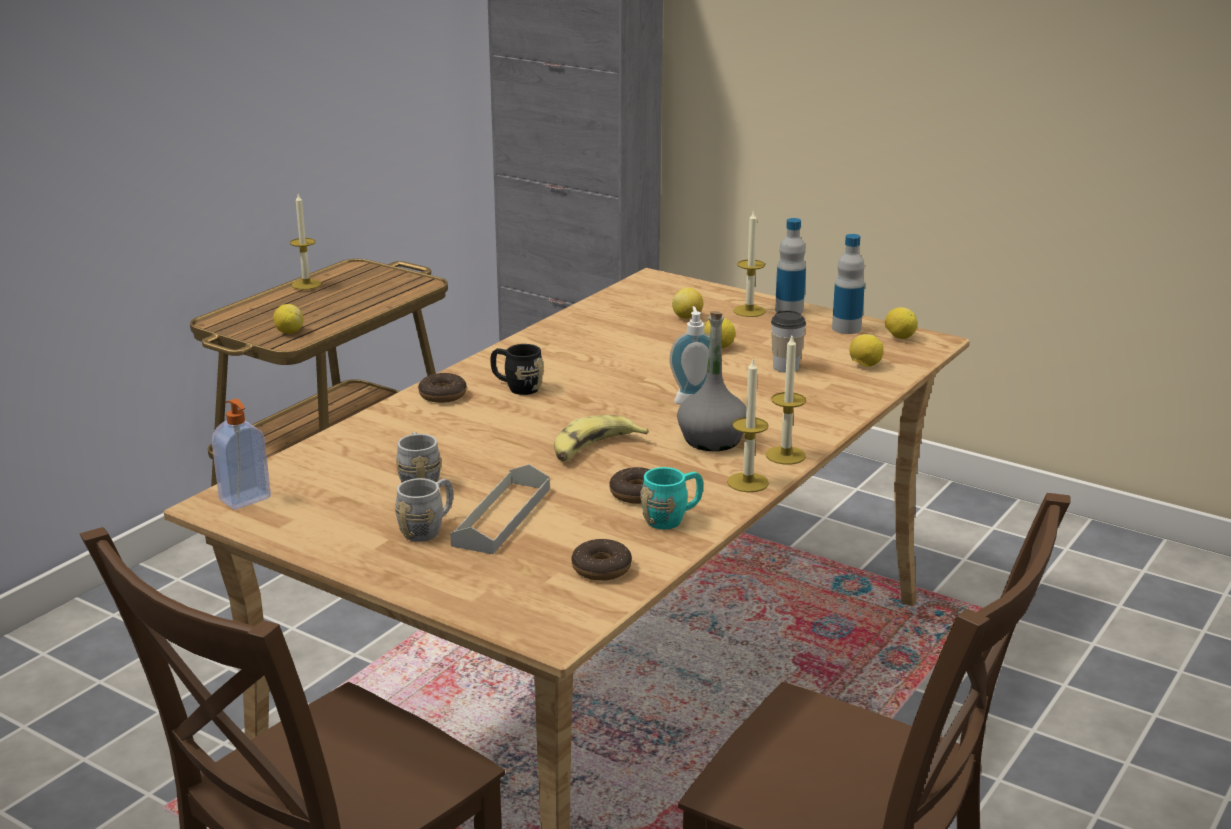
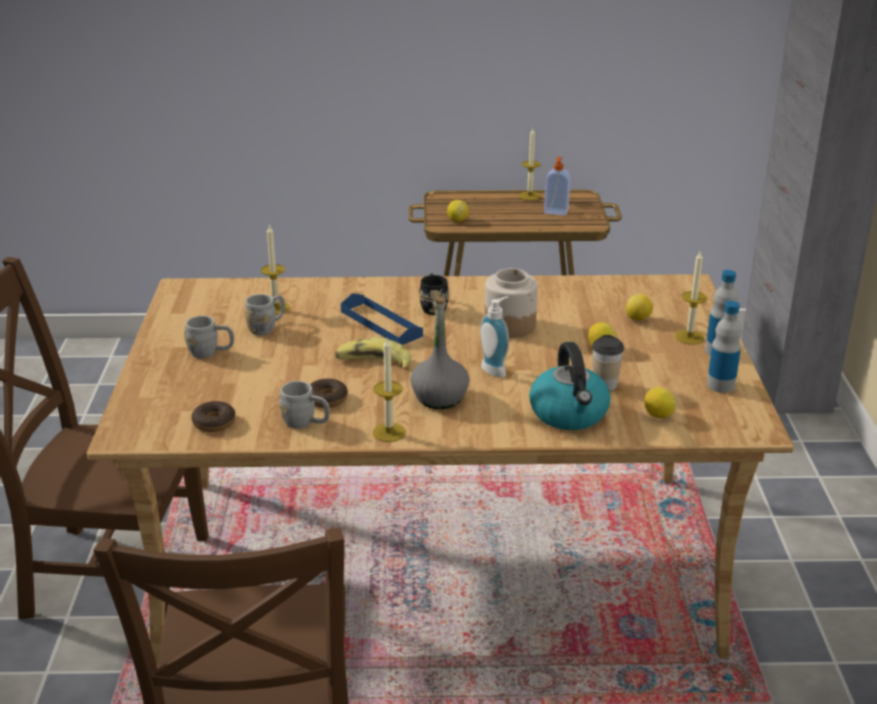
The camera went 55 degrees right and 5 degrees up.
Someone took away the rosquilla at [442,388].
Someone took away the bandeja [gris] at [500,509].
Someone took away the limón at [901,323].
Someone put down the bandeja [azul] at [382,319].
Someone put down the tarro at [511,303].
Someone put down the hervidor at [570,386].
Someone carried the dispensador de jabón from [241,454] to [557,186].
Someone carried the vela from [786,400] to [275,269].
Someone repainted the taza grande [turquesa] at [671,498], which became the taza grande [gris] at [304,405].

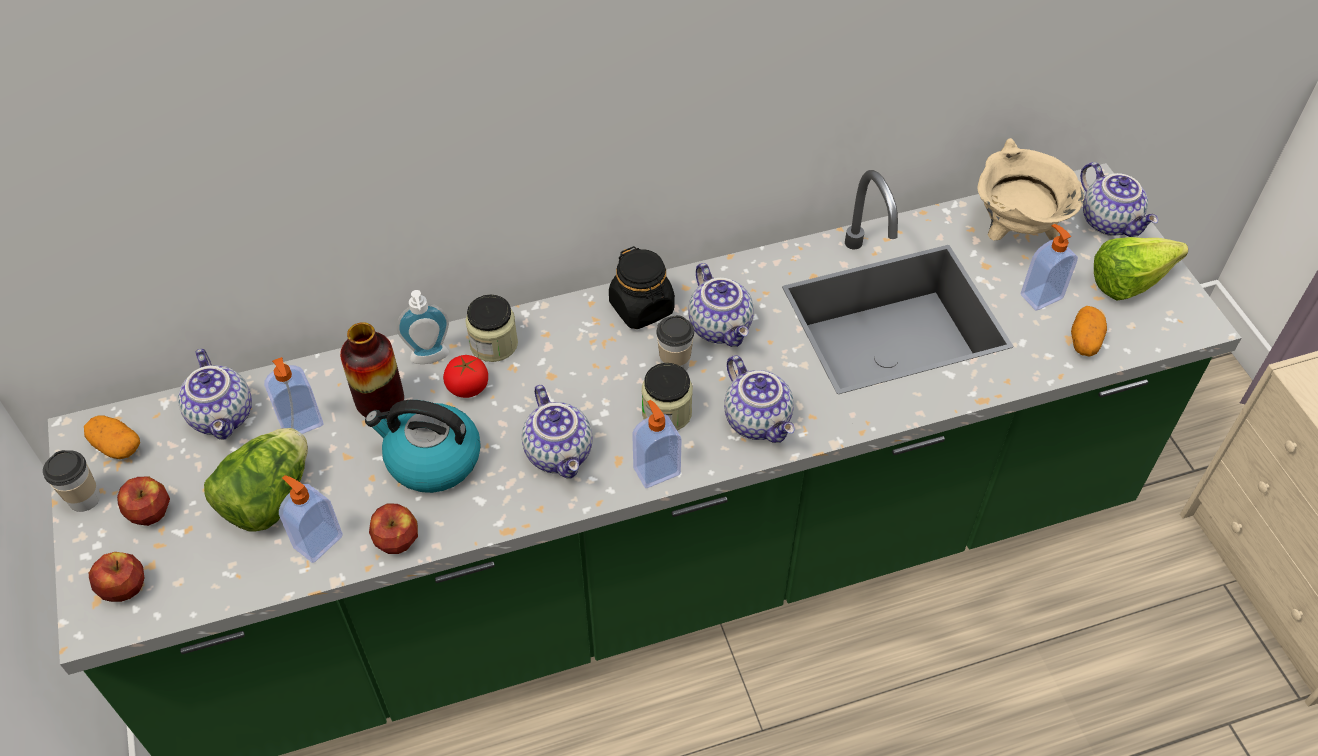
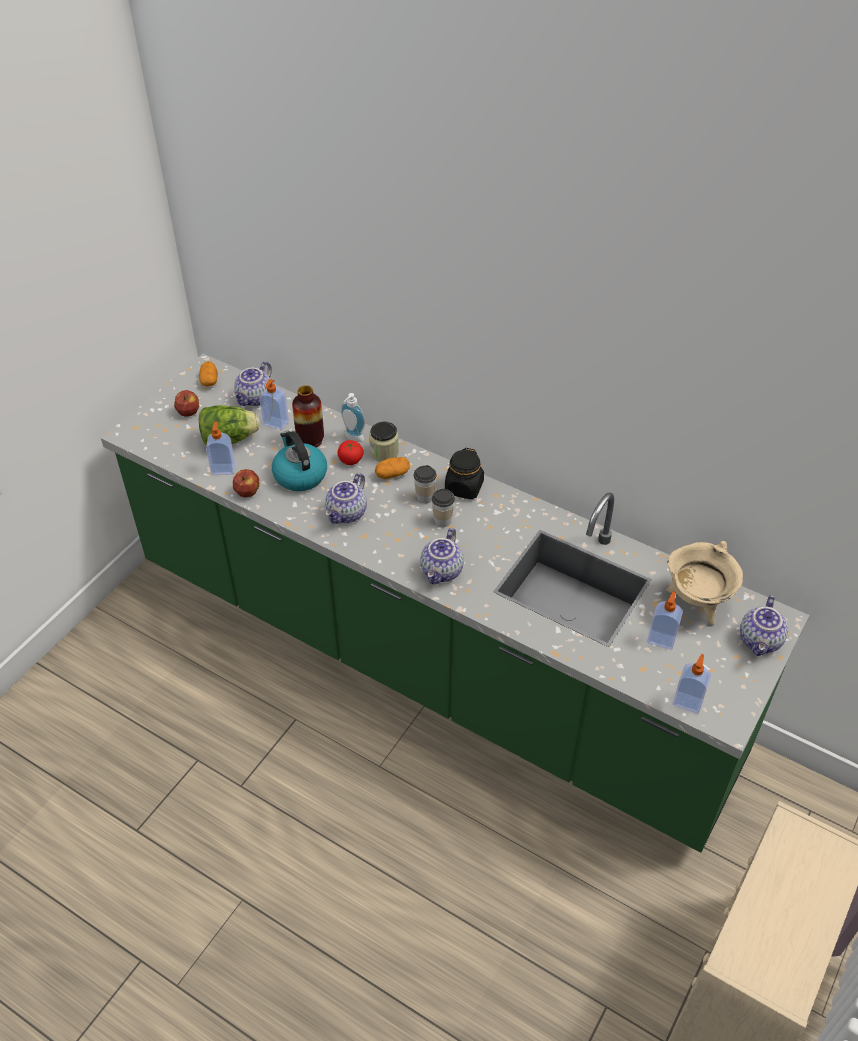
The camera went 50 degrees right and 5 degrees down.
Someone took away the manzana at [117,577].
Someone took away the tarro at [667,397].
Someone took away the tetera at [721,305].
Someone took away the lechuga at [1141,269].
Someone carried the taza from [71,481] to [425,484].
Someone carried the dispensador de jabón from [657,444] to [691,683].
Someone carried the patata from [1089,331] to [392,468].

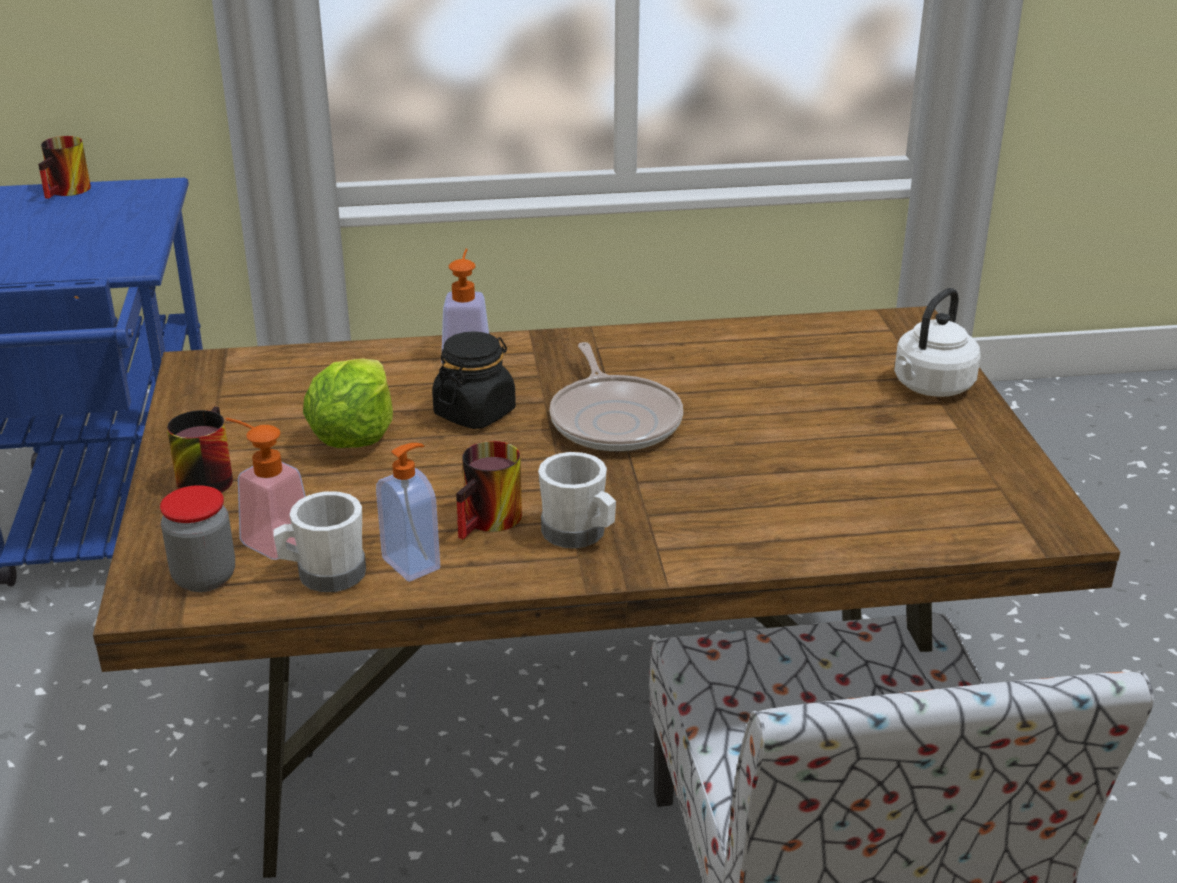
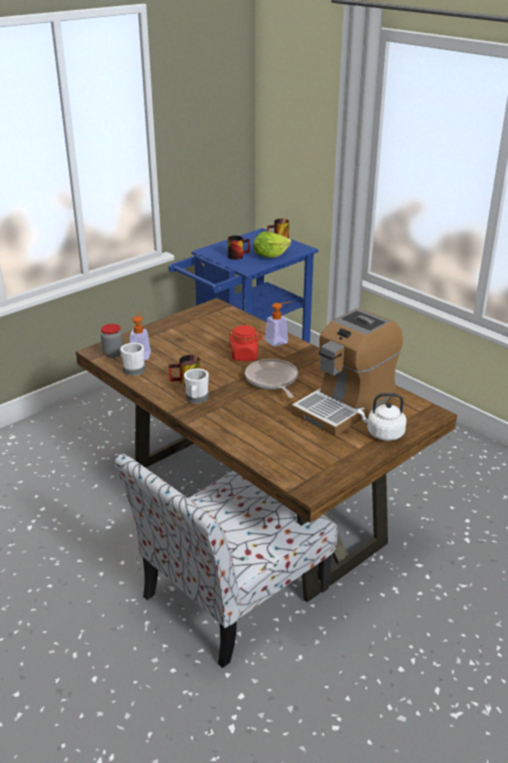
The camera went 55 degrees right and 0 degrees up.
Someone took away the dispensador de jabón at [408,512].
Someone put down the cafetera at [347,372].
Someone carried the taza grande from [200,450] to [238,247].
Someone carried the lechuga from [348,403] to [272,244].
Someone repainted the tarro [negro] at [474,380], which became the tarro [rojo] at [245,343].
Someone rotated the sartén at [616,397] by 120 degrees clockwise.

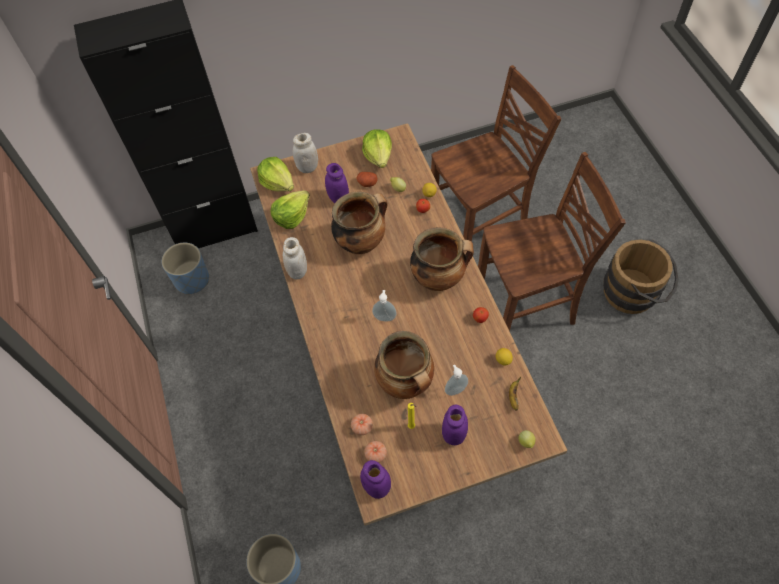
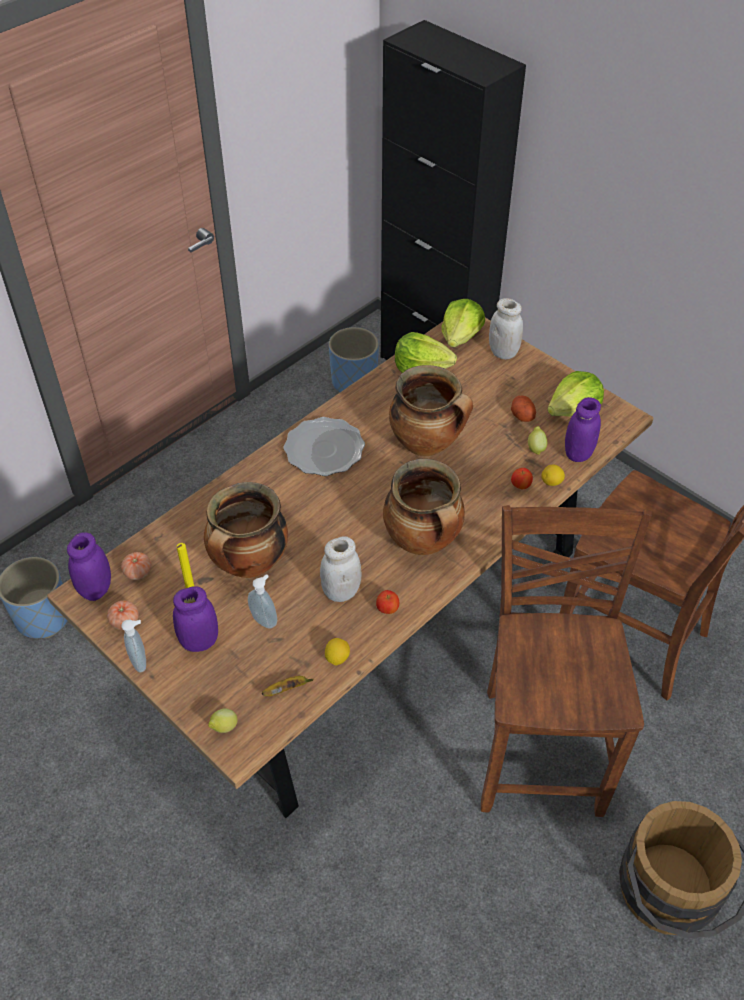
The camera went 60 degrees right and 10 degrees down.
Someone put down the plato at [324,446].
Someone carried the tarro [blanco] from [295,258] to [340,569].
Someone carried the tarro [morado] from [337,183] to [583,429].
Someone carried the tomate from [362,424] to [123,615].
Someone carried the dispensador de jabón from [384,305] to [133,646].
Someone rotated the silla [marrón] at [552,241] by 135 degrees counterclockwise.

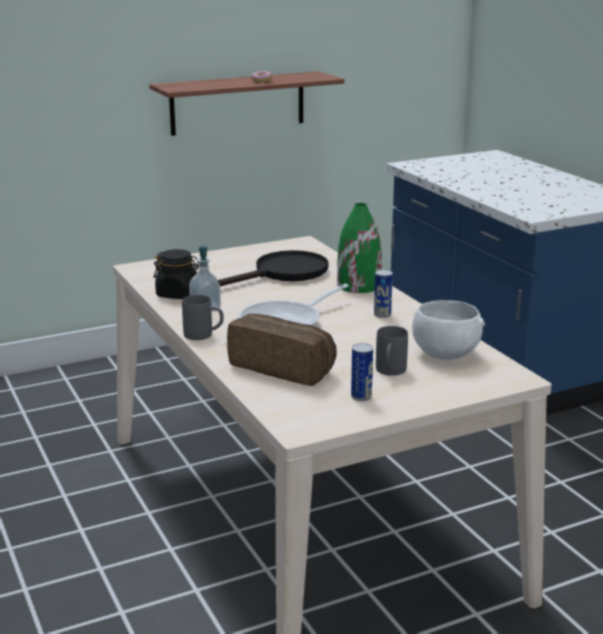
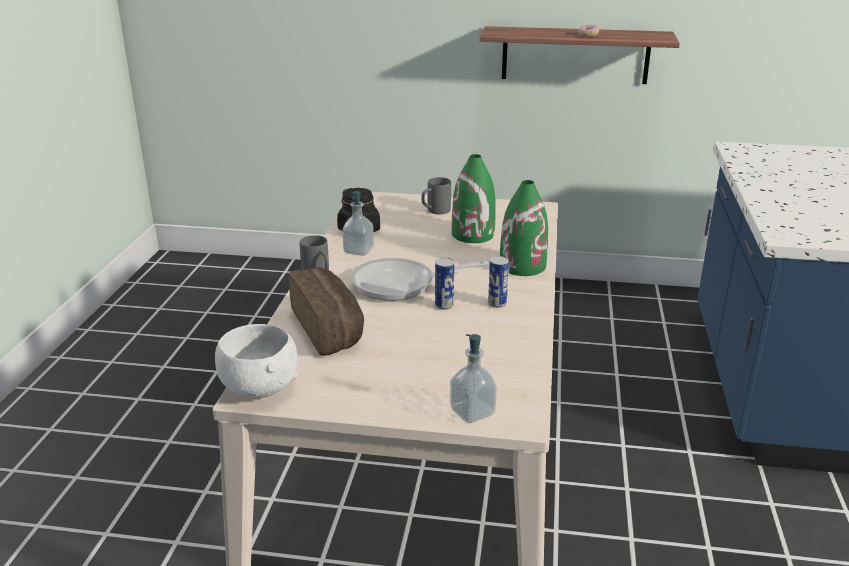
The camera went 35 degrees right and 5 degrees up.
Someone put down the dispensador de jabón at [473,378].
Someone carried the lata from [362,372] to [444,284].
Someone carried the taza grande [gris] from [392,351] to [436,195].
Someone carried the cuenco [blanco] from [448,330] to [256,361].
Someone swapped the sartén [negro] at [273,268] for the florero [verde] at [474,198].

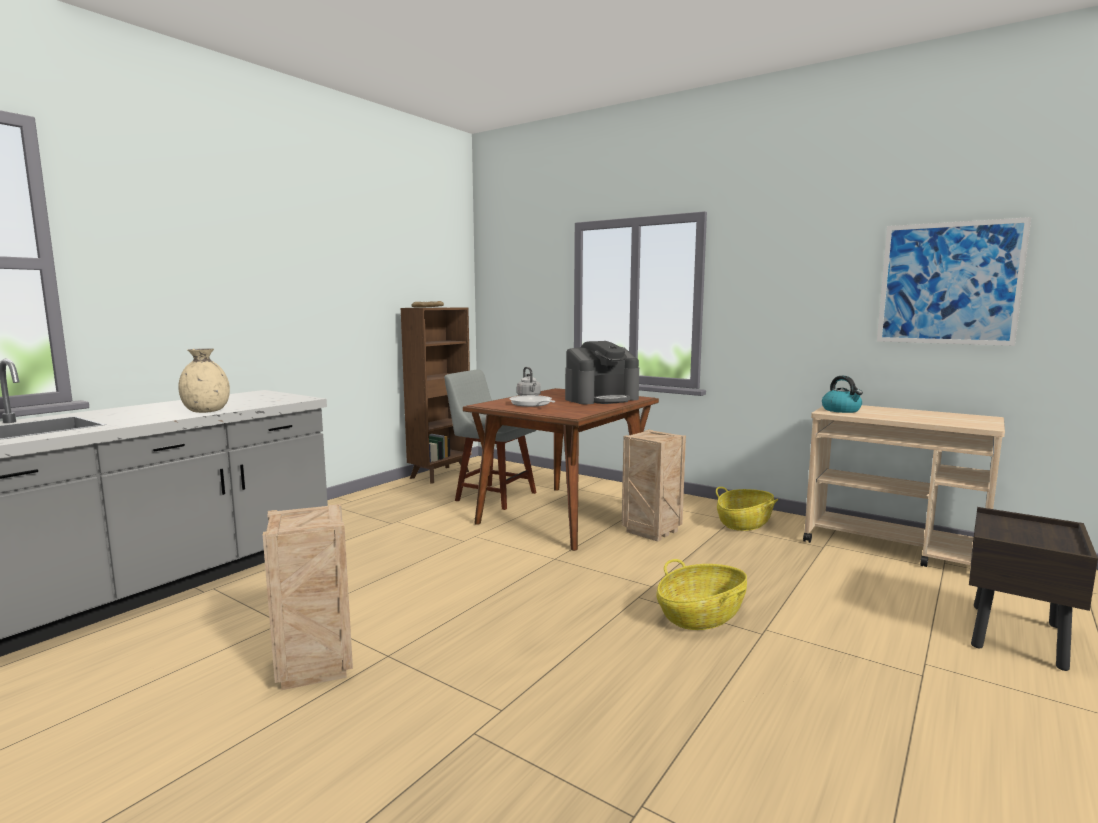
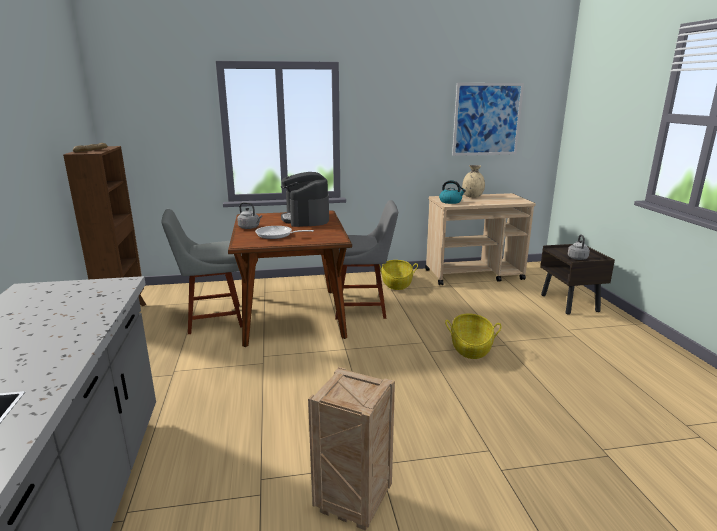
The camera went 45 degrees left and 10 degrees up.
Someone put down the hervidor [gris] at [579,247].
Someone carried the florero [beis] from [204,380] to [473,181].
Someone swapped the caja de embalaje at [654,485] for the silla [gris] at [366,260].
Someone rotated the cafetera at [602,372] by 150 degrees clockwise.

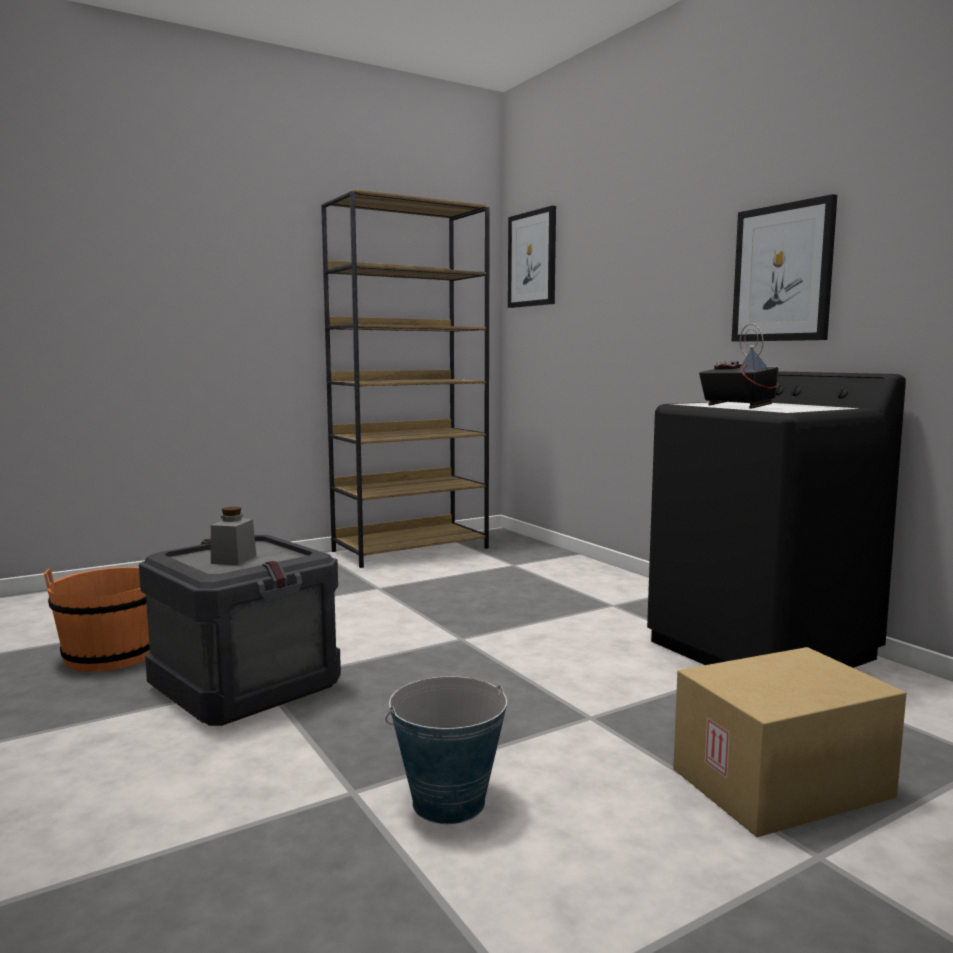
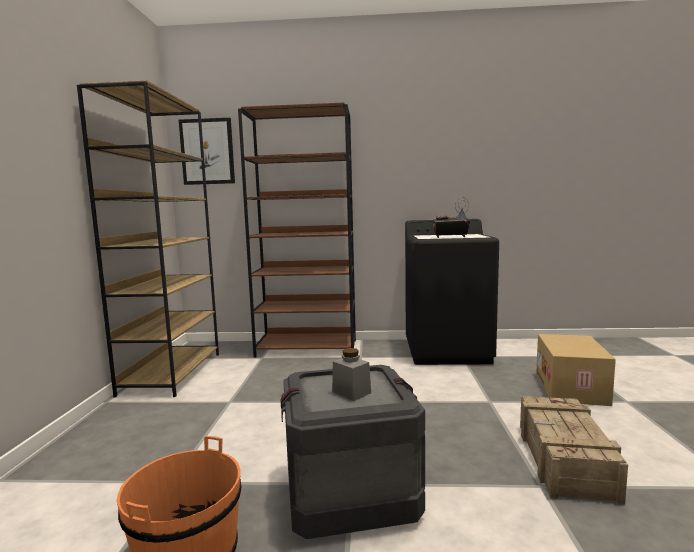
The camera went 55 degrees left and 0 degrees up.
Someone took away the cuadro at [784,268].
Someone put down the estantería [marrón] at [297,229].
Someone swapped the cubo at [446,750] for the caja de embalaje at [574,450].

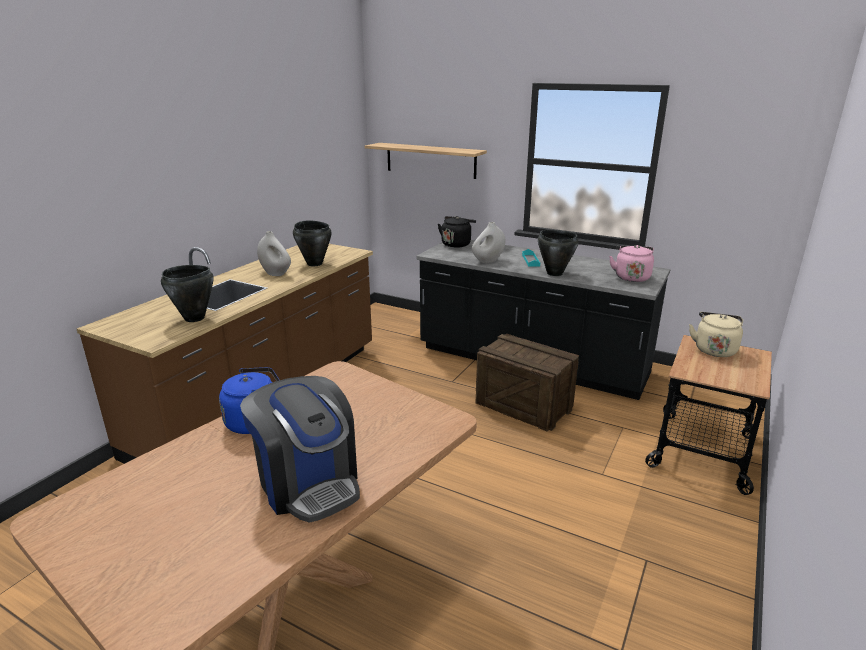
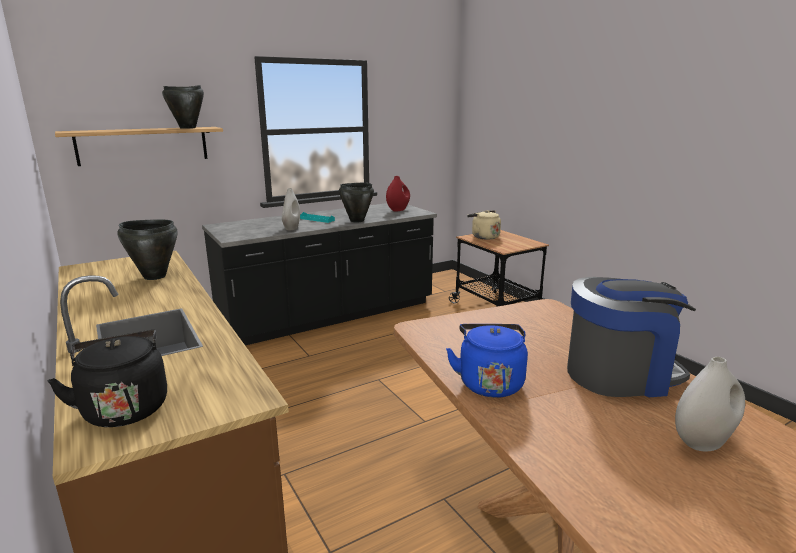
The camera went 60 degrees left and 5 degrees down.
Someone took away the caja de embalaje at [527,382].
Someone carried the olla [negro] from [187,293] to [183,107].
Someone carried the florero [blanco] from [274,253] to [710,404].
Someone carried the hervidor [negro] from [457,232] to [107,378].
Someone swapped the hervidor [rosa] at [631,263] for the florero [rojo] at [398,193].

